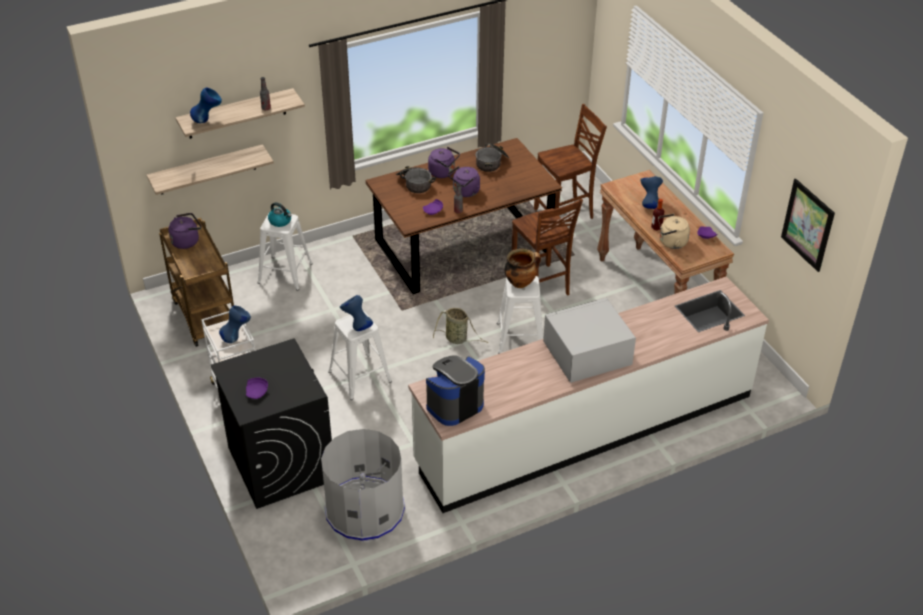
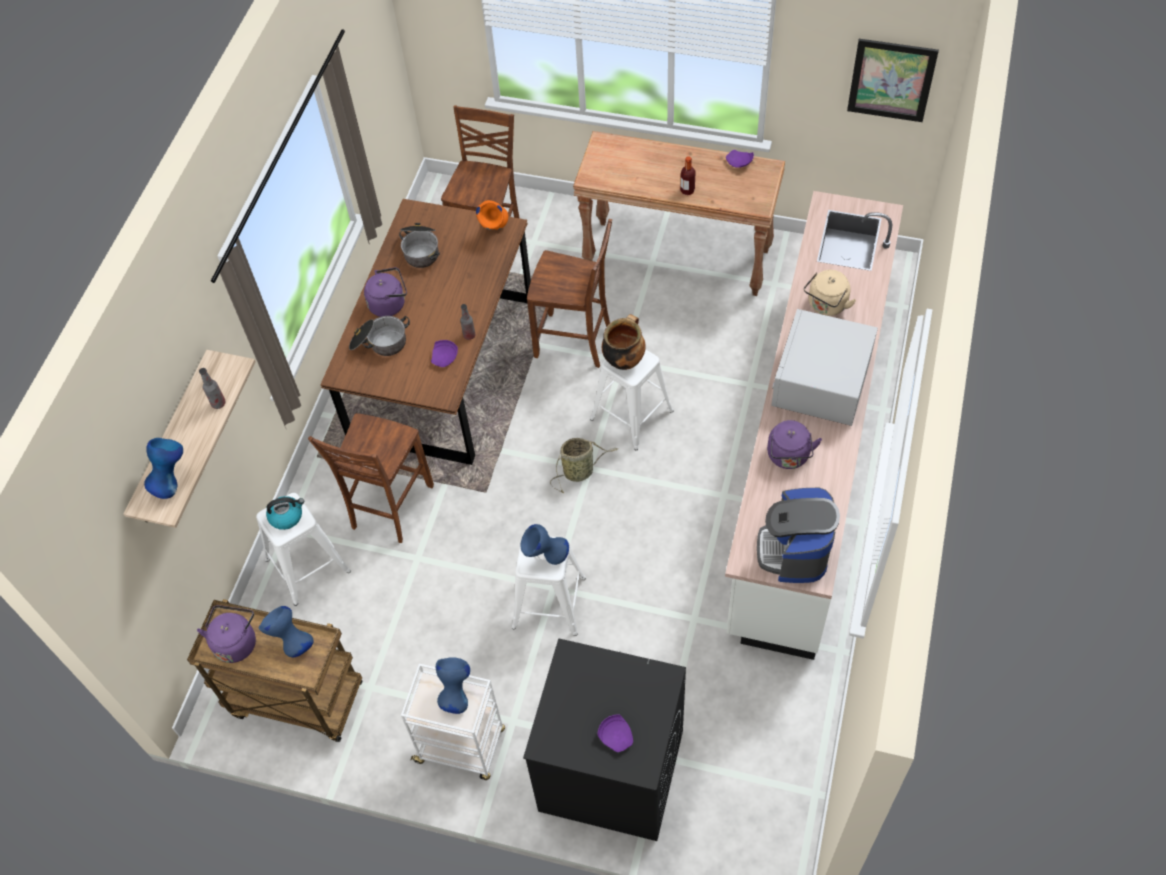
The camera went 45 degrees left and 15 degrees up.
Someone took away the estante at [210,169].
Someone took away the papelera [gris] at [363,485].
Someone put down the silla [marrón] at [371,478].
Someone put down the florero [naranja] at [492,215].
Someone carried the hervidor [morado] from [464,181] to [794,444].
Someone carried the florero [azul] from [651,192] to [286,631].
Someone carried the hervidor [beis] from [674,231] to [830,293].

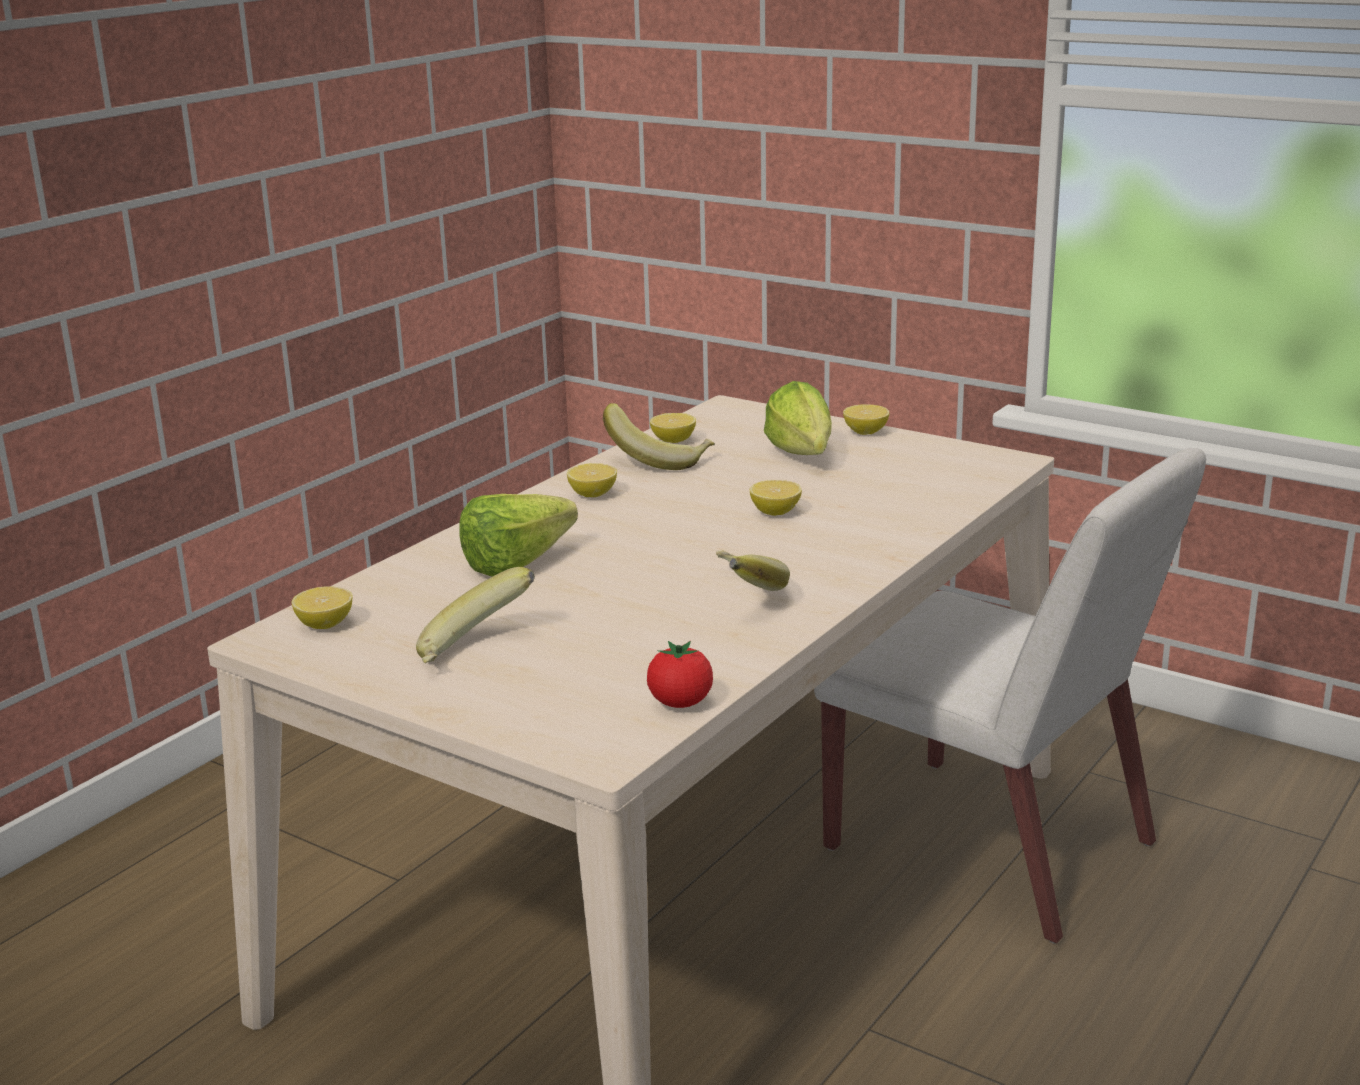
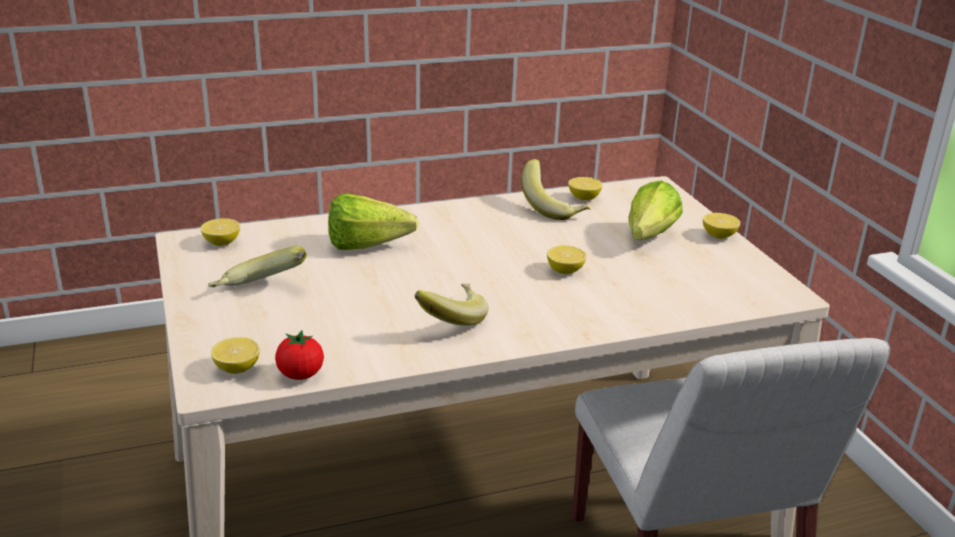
The camera went 35 degrees right and 5 degrees up.
Someone carried the limón from [592,480] to [235,355].

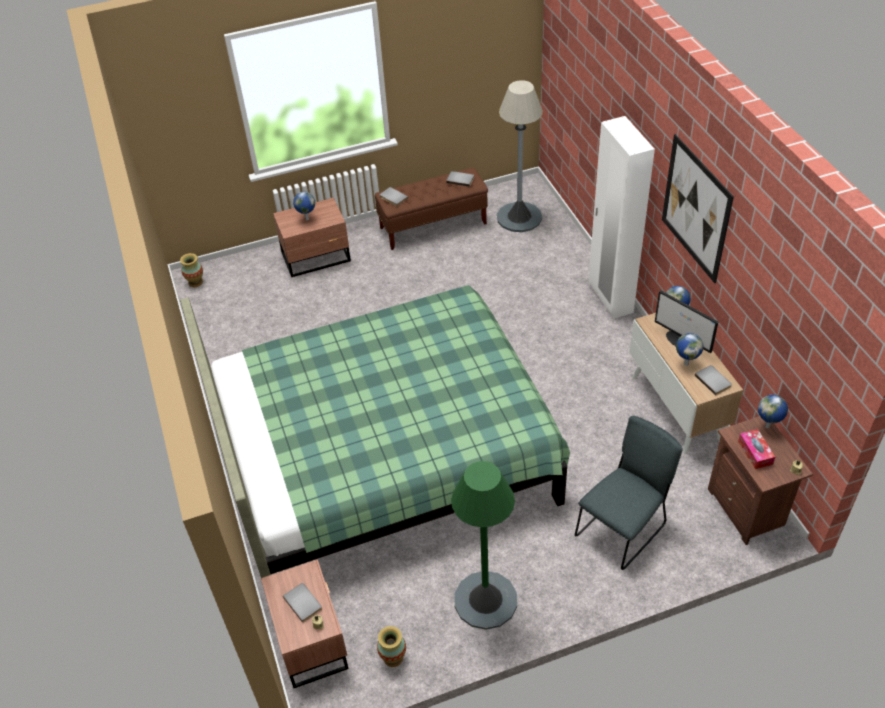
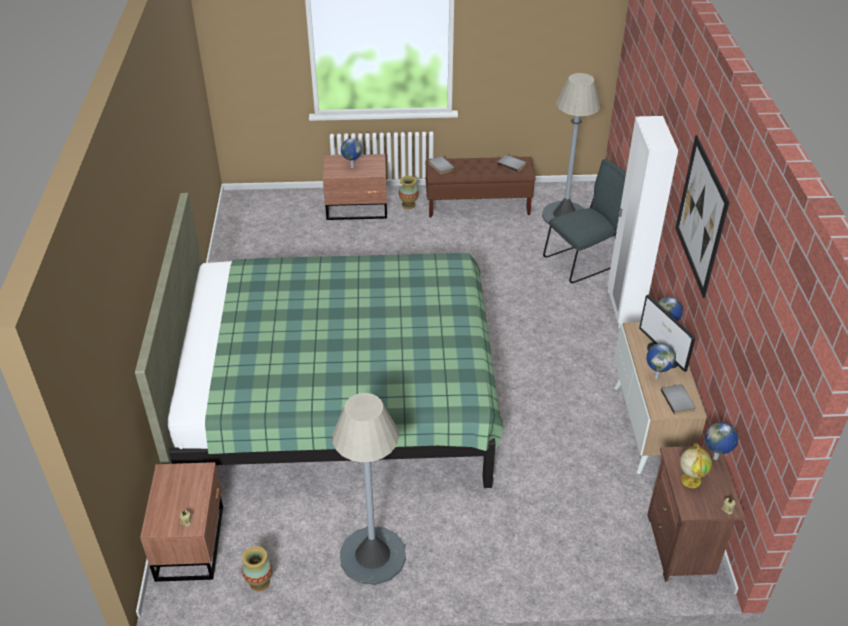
The camera went 15 degrees right and 5 degrees down.
Someone took away the libro [gris] at [302,603].
Someone carried the florero from [191,270] to [408,192].
Someone carried the silla [gris] from [629,493] to [584,221].
Someone swapped the caja de pañuelos at [756,449] for the globo terráqueo at [696,465].
Someone repainted the lámpara de pie [verde] at [484,545], which became the lámpara de pie [gris] at [369,489].

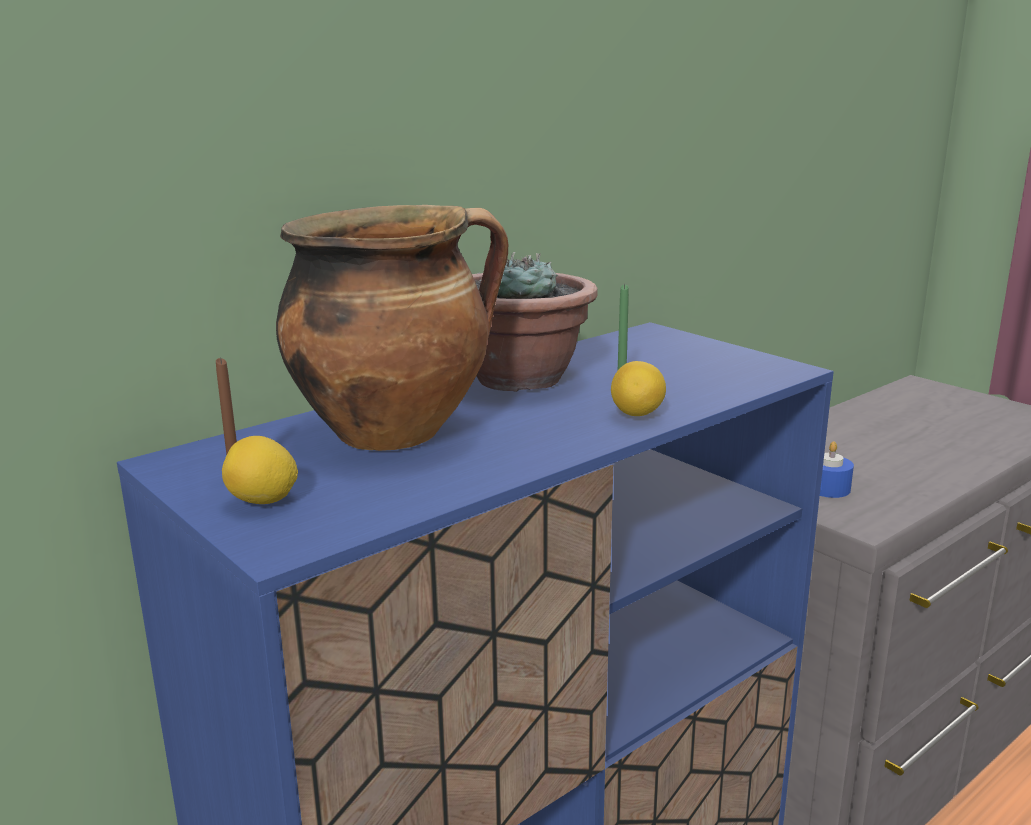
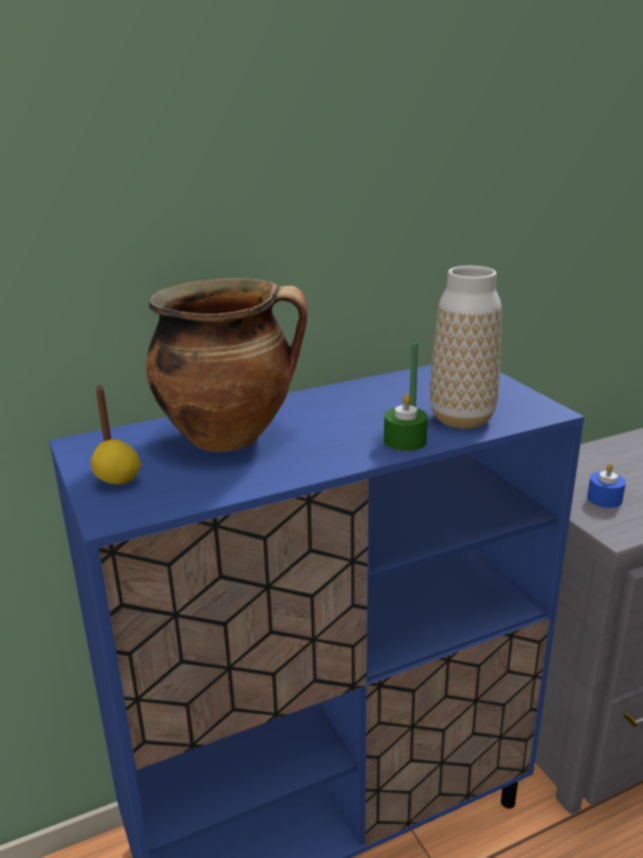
The camera went 15 degrees right and 5 degrees up.
Someone took away the planta en maceta at [535,322].
Someone put down the florero at [466,347].
Someone swapped the limón at [638,388] for the vela [verde] at [406,422].

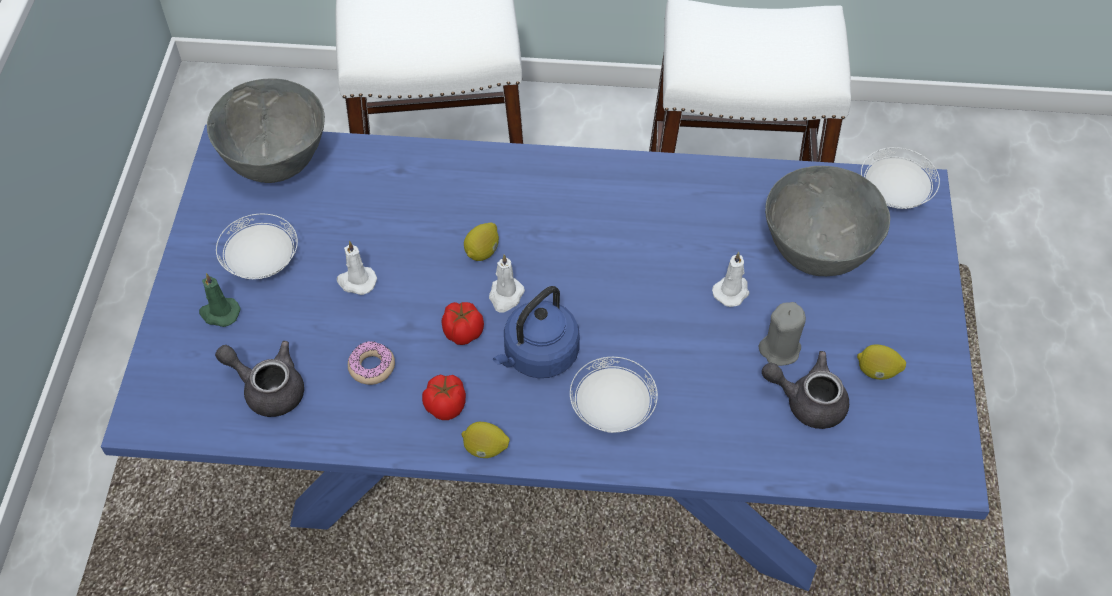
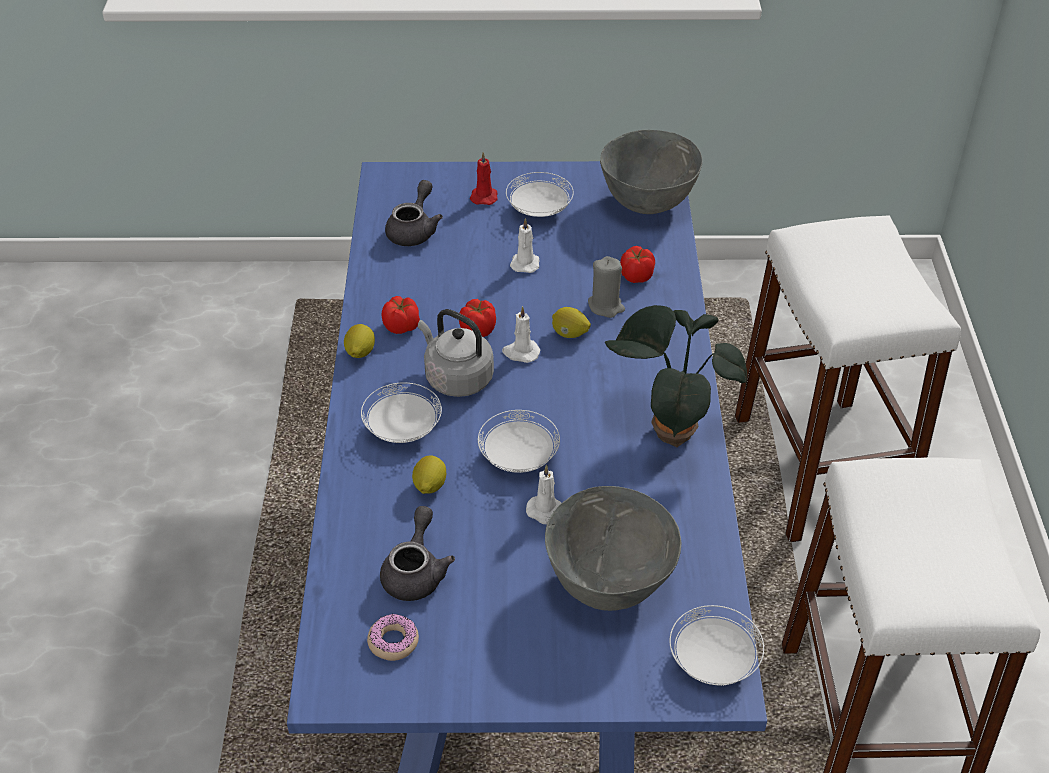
The camera went 85 degrees right and 10 degrees down.
Someone put down the plato [blanco] at [519,441].
Someone put down the planta en maceta at [675,376].
Someone put down the tomate at [637,264].
Someone carried the rosquilla from [371,363] to [393,637].
Someone carried the vela [gris] from [782,334] to [606,287].
Someone carried the limón from [881,362] to [429,474].
Someone repainted the vela [verde] at [220,300], which became the vela [rojo] at [484,178].
Someone repainted the hervidor [azul] at [536,332], which became the hervidor [gris] at [456,353].

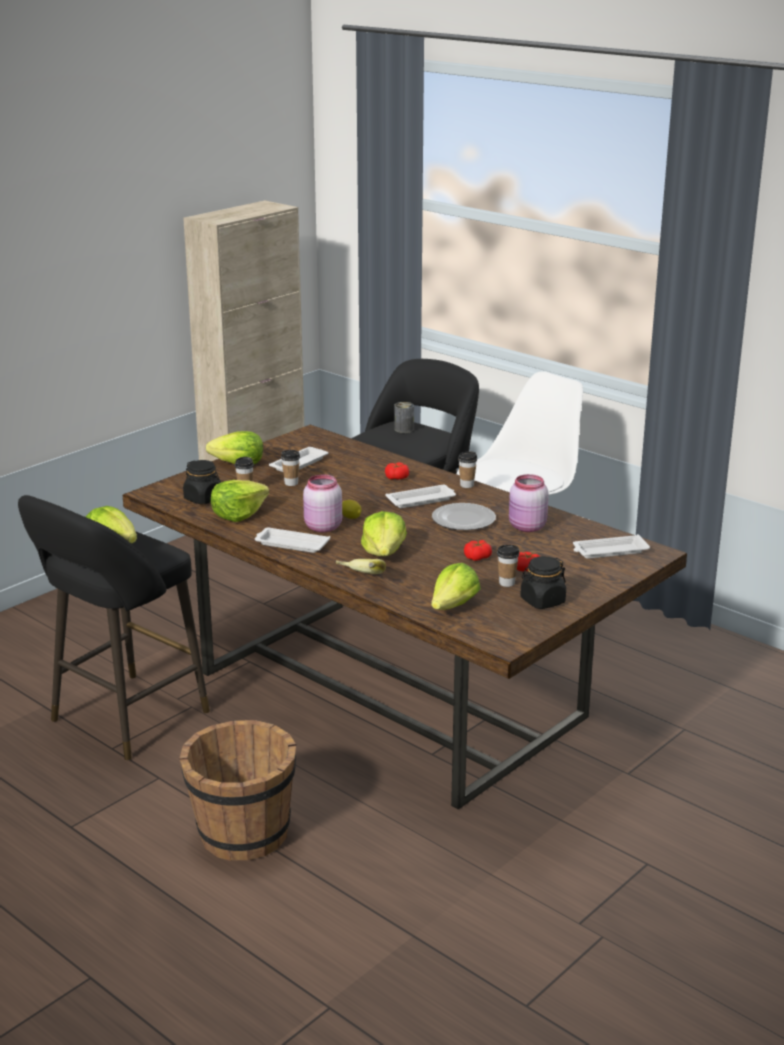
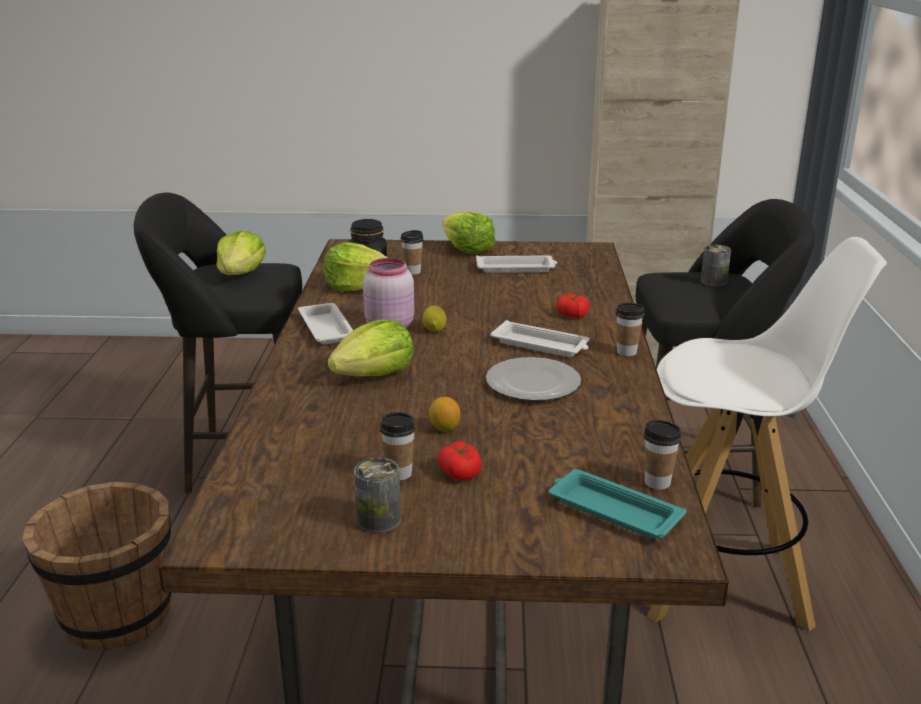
The camera went 50 degrees right and 0 degrees up.
Someone took away the plátano at [360,566].
Someone took away the lechuga at [456,586].
Someone took away the tarro [rosa] at [529,503].
Someone carried the taza from [290,468] to [662,455].
Someone swapped the tomate at [478,550] for the limón at [444,414].
Someone swapped the tarro [negro] at [543,582] for the lata at [377,495].
Someone repainted the bandeja [blanco] at [611,546], which became the bandeja [turquesa] at [618,503].

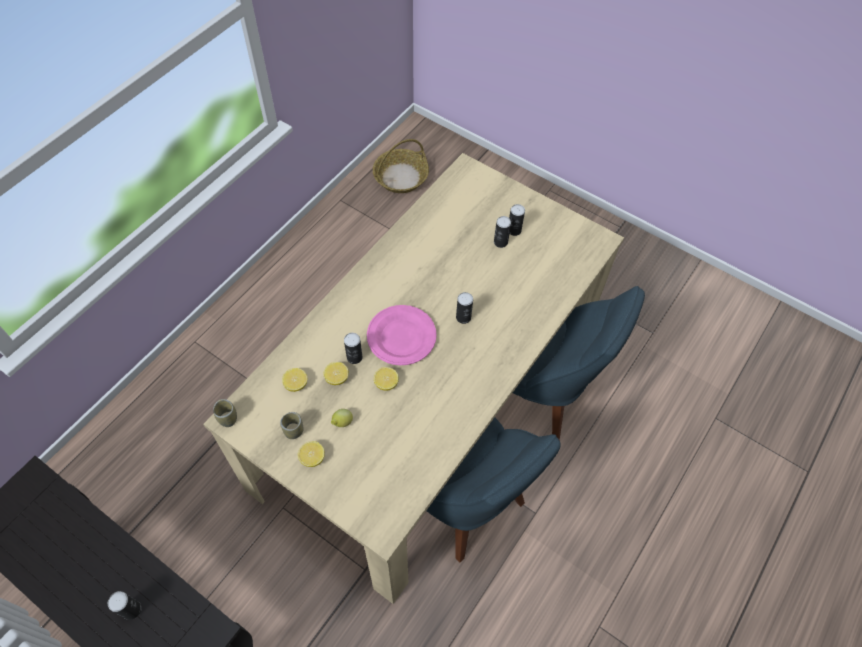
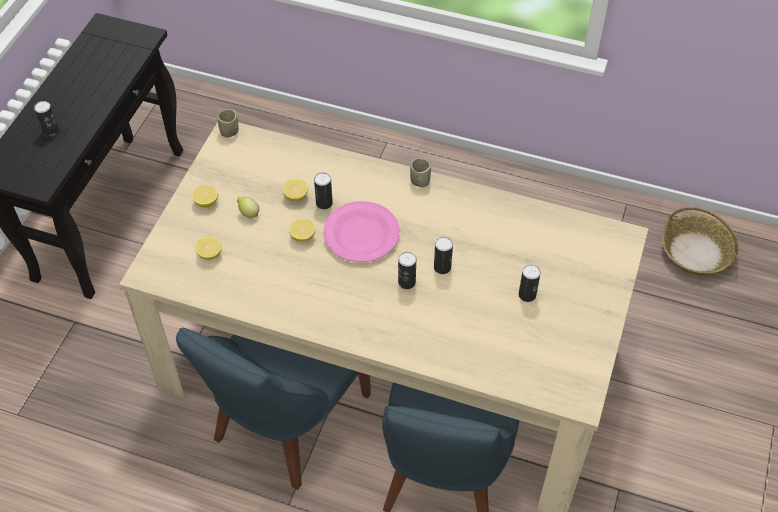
The camera went 75 degrees right and 5 degrees down.
Someone carried the taza from [292,425] to [420,172].
Someone carried the limón from [294,380] to [208,248].
Someone carried the lata from [517,220] to [443,255].

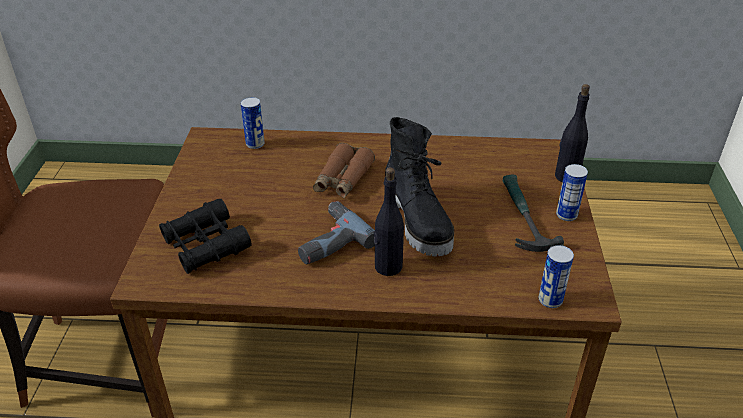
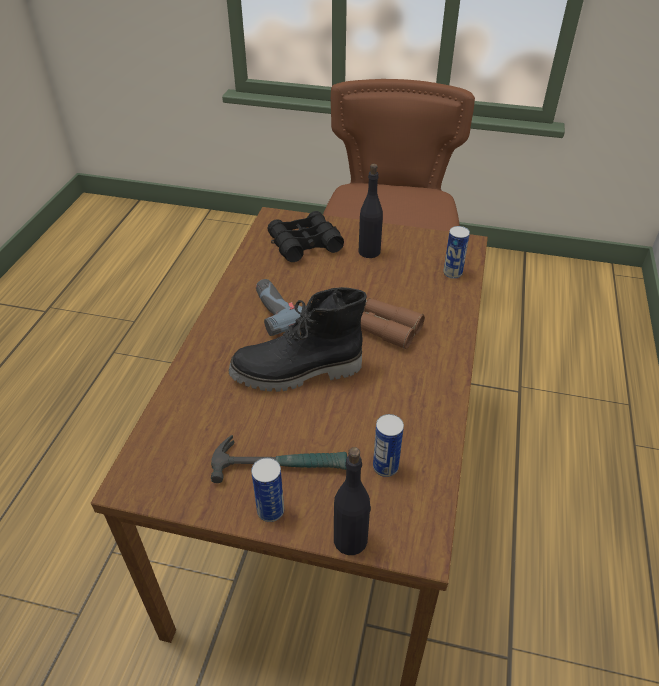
The camera went 100 degrees right and 5 degrees up.
Someone carried the botella [negro] from [389,221] to [371,211].
Someone carried the lata from [556,276] to [388,445].

